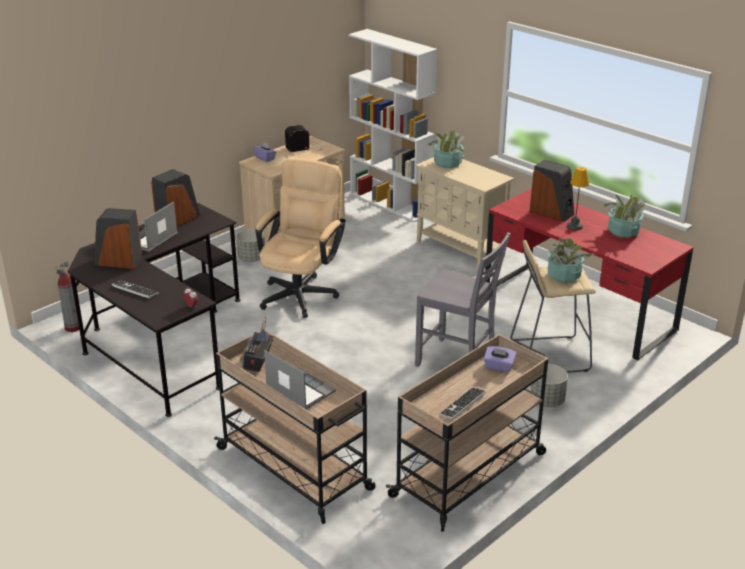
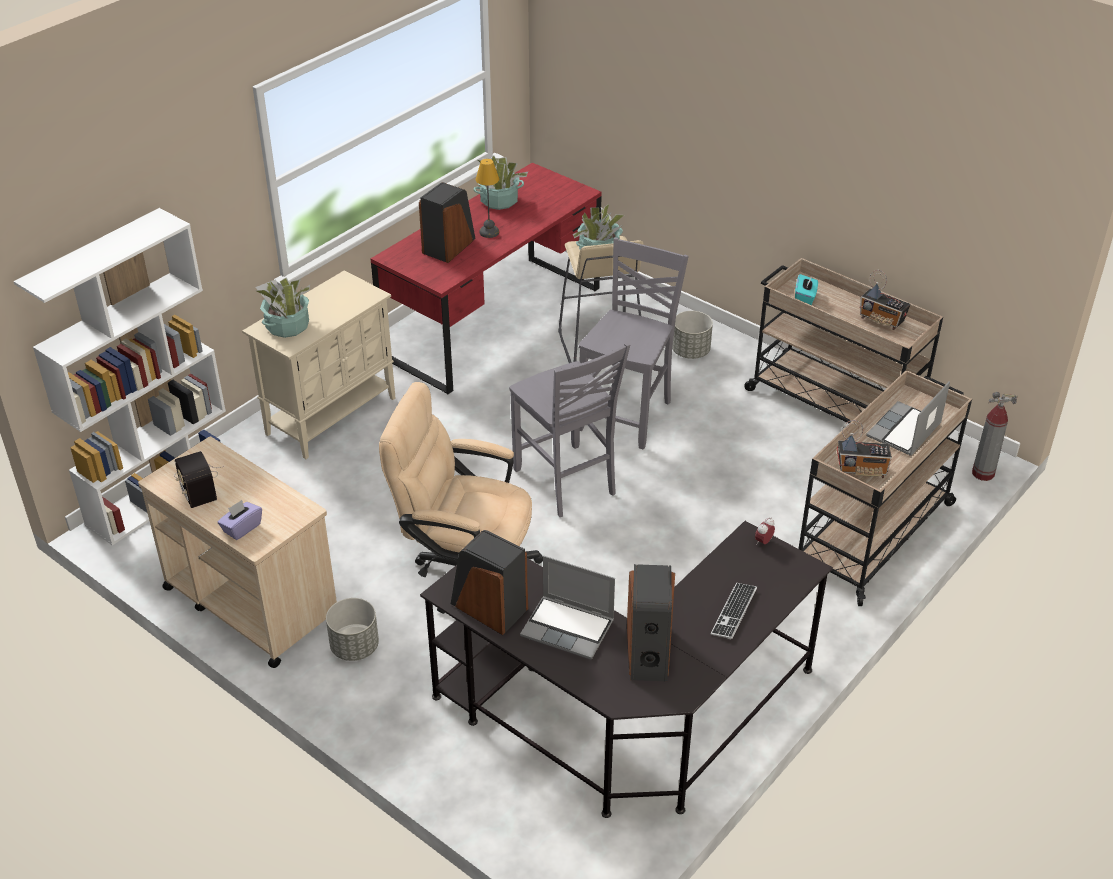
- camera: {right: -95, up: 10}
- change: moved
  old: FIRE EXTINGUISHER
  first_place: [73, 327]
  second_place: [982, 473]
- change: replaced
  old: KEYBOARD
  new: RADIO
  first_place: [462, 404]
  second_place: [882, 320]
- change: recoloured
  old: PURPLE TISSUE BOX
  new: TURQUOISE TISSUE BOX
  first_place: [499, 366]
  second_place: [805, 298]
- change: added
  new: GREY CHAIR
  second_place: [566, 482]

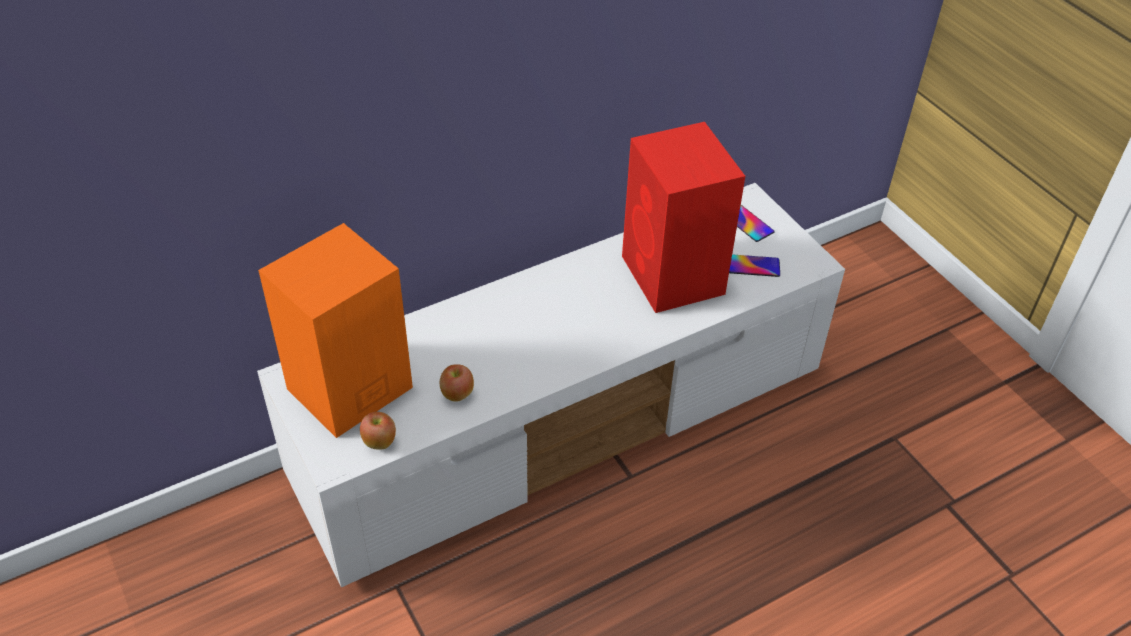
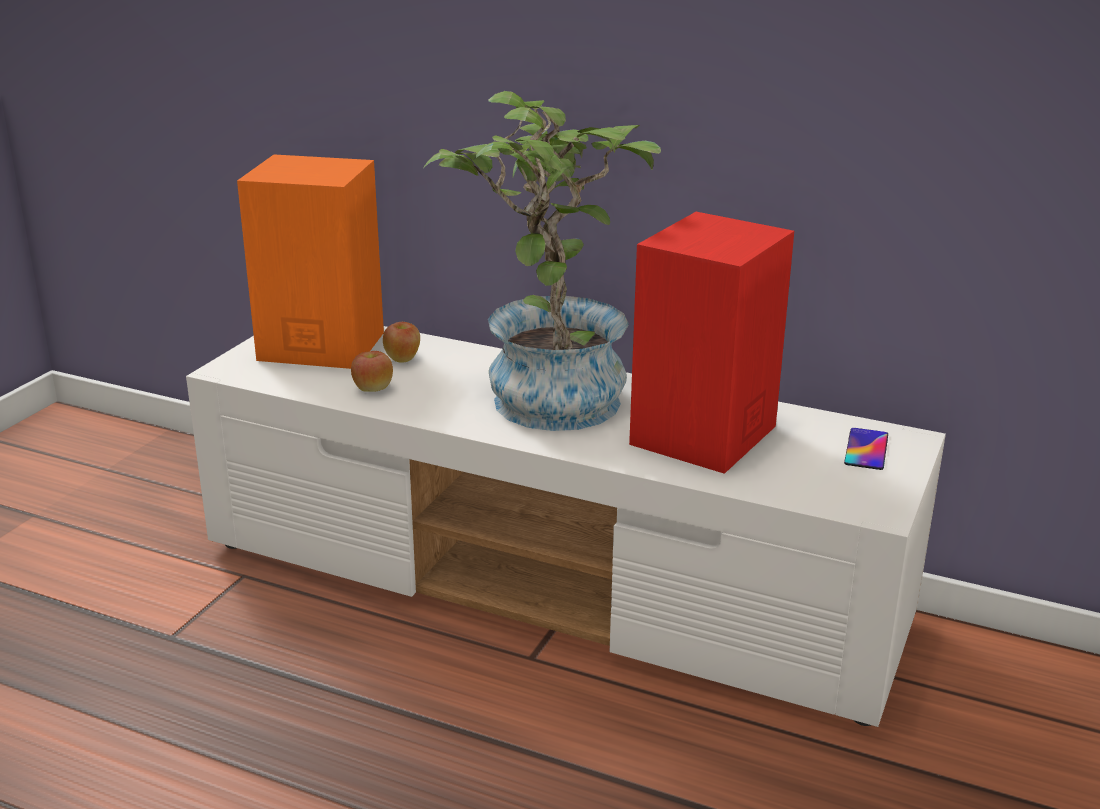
- camera: {right: 55, up: -20}
- change: moved
  old: APPLE
  first_place: [379, 441]
  second_place: [403, 359]
- change: removed
  old: PHONE
  first_place: [751, 266]
- change: added
  new: POTTED PLANT
  second_place: [547, 393]

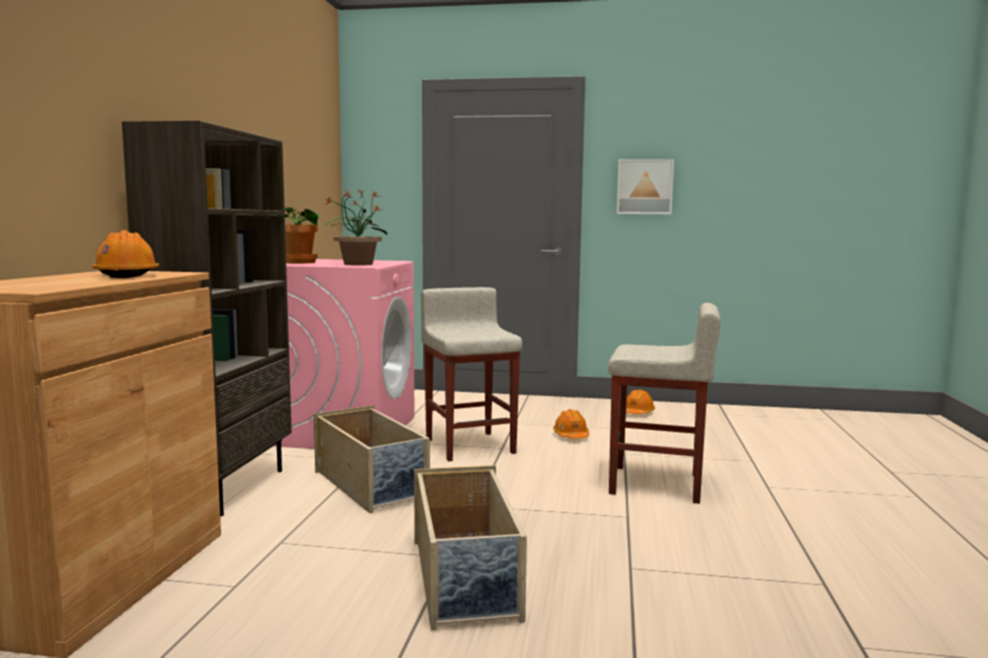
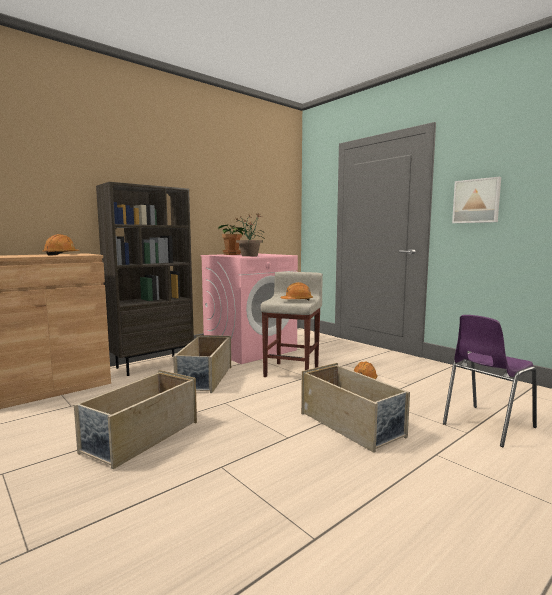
- camera: {right: 40, up: 0}
- change: replaced
  old: BEIGE STOOL
  new: BEIGE STORAGE BOX
  first_place: [657, 484]
  second_place: [352, 425]
- change: moved
  old: ORANGE HARD HAT
  first_place: [637, 413]
  second_place: [297, 300]
- change: added
  new: PURPLE CHAIR
  second_place: [486, 426]

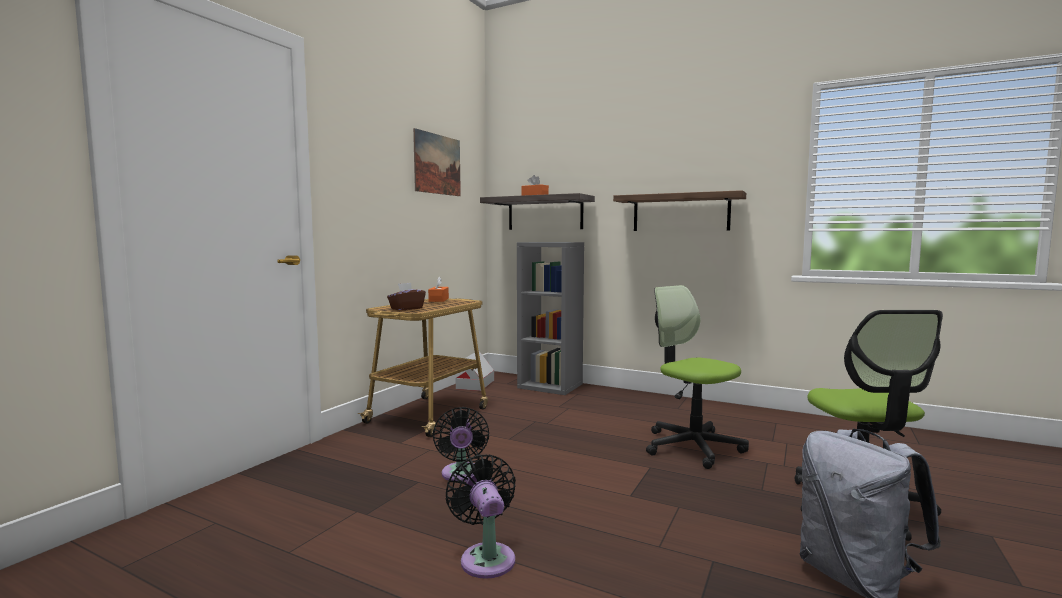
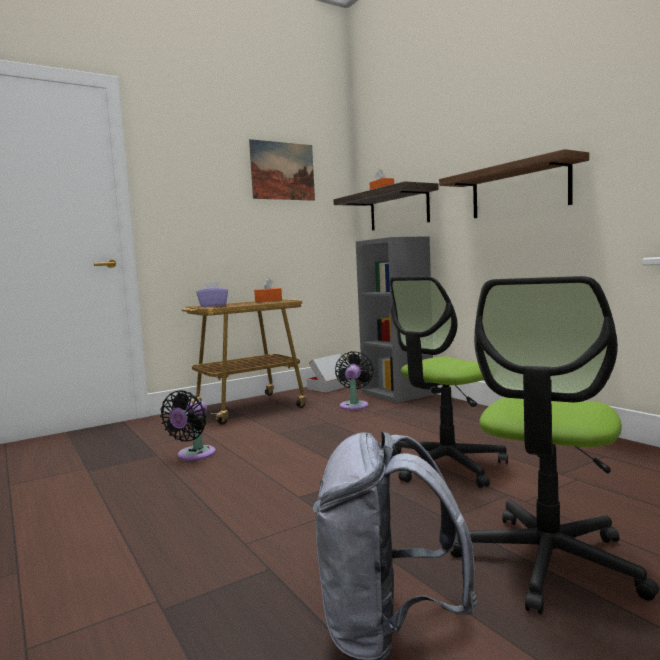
- camera: {right: 30, up: 0}
- change: recoloured
  old: BROWN TISSUE BOX
  new: PURPLE TISSUE BOX
  first_place: [406, 308]
  second_place: [213, 306]
- change: moved
  old: BLACK FAN
  first_place: [486, 557]
  second_place: [354, 405]
- change: turned
  old: OFFICE CHAIR
  first_place: [692, 447]
  second_place: [445, 465]
  degrees: -120

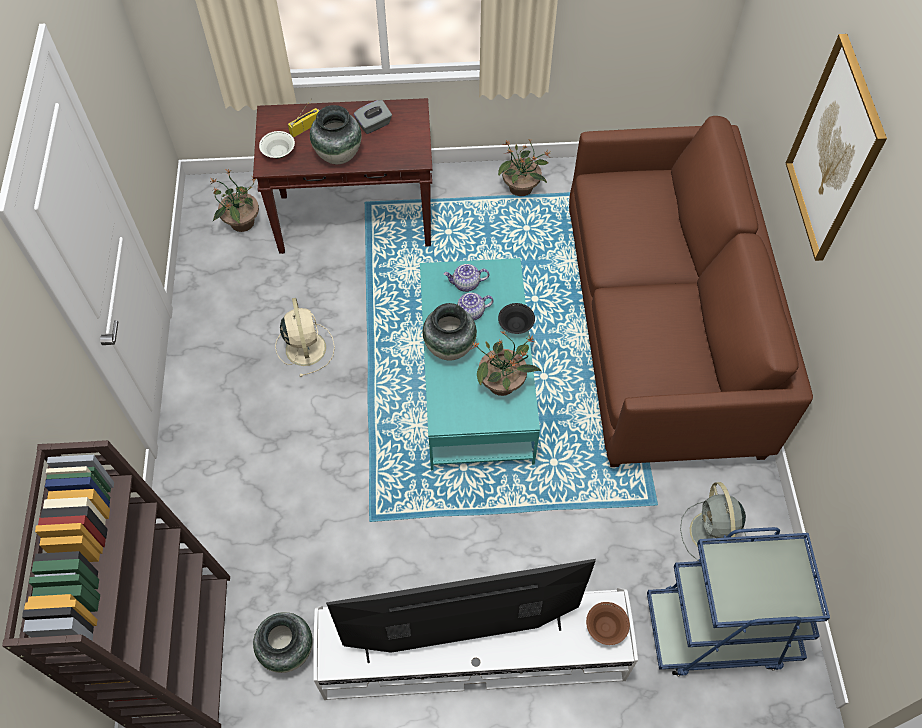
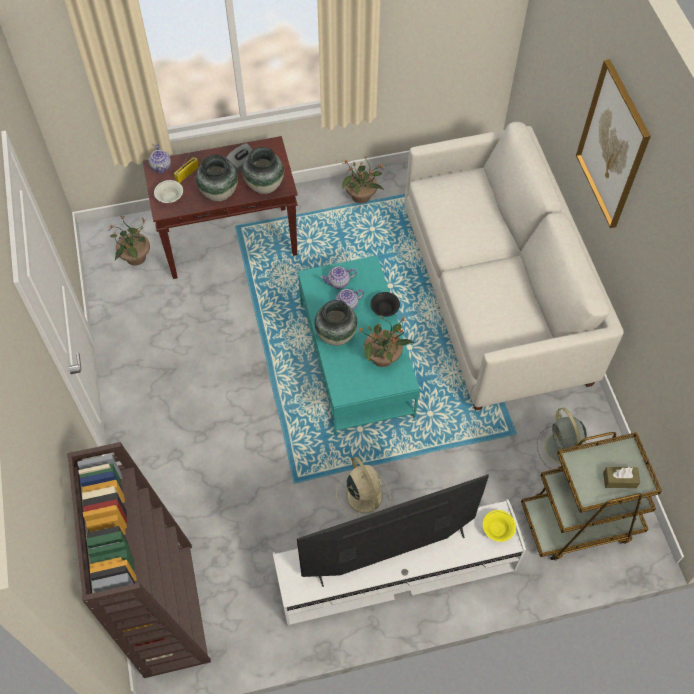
- camera: {right: -10, up: 0}
- change: moved
  old: VASE
  first_place: [287, 650]
  second_place: [264, 186]
- change: moved
  old: BEIGE FAN
  first_place: [305, 347]
  second_place: [363, 494]
- change: recoloured
  old: BROWN SOFA
  new: WHITE SOFA
  first_place: [661, 331]
  second_place: [495, 297]
- change: recoloured
  old: BROWN BOWL
  new: YELLOW BOWL
  first_place: [605, 627]
  second_place: [497, 530]
- change: recoloured
  old: BLUE CART
  new: BROWN CART
  first_place: [719, 630]
  second_place: [580, 521]
- change: added
  new: TEAPOT
  second_place: [161, 167]
- change: added
  new: BROWN TISSUE BOX
  second_place: [619, 480]

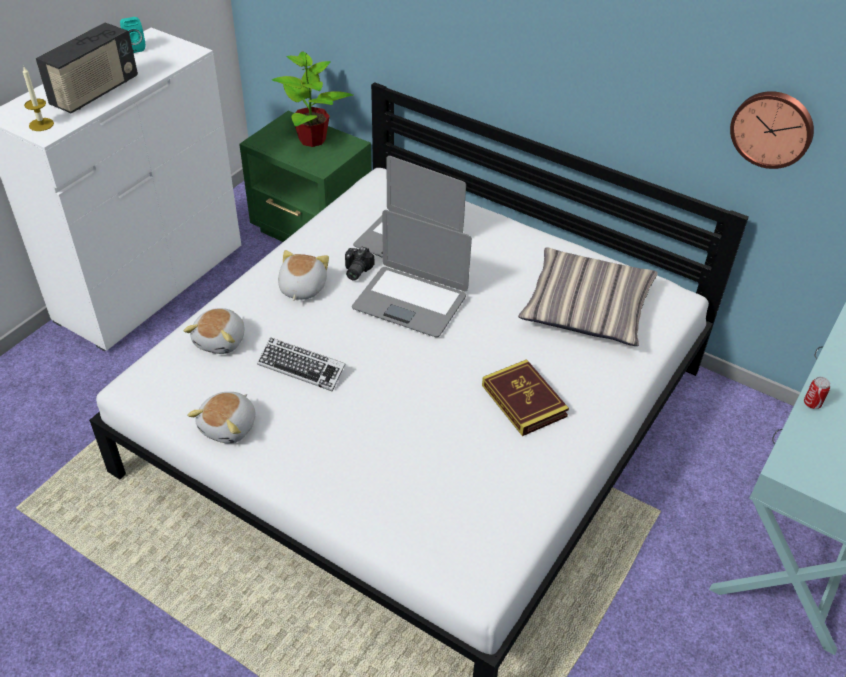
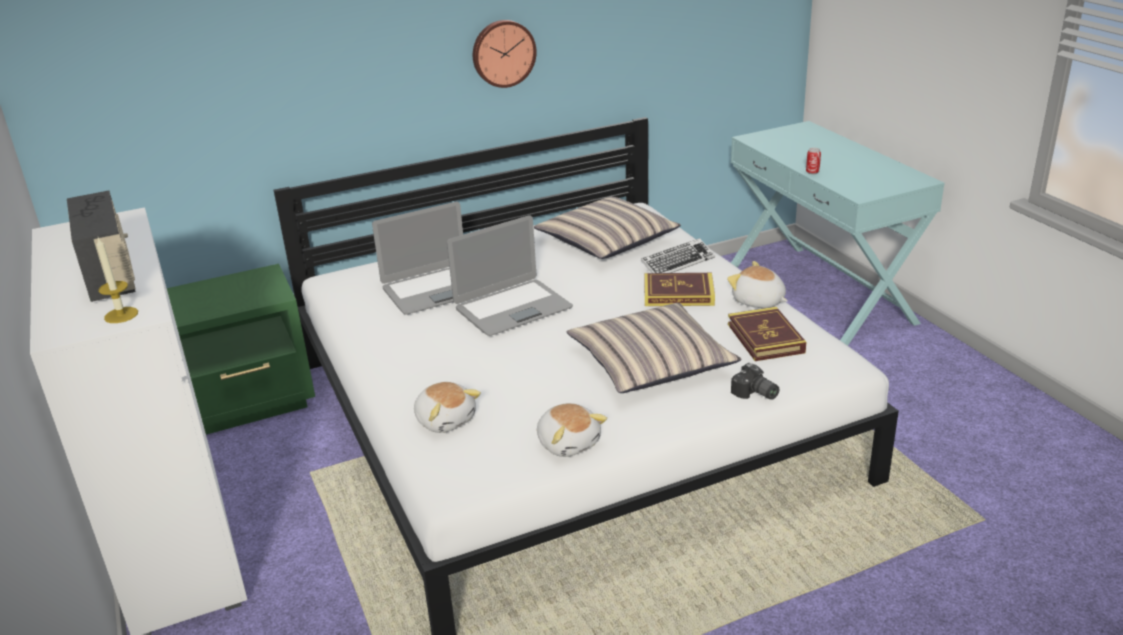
- camera: {right: -55, up: -15}
- change: removed
  old: TURQUOISE SPEAKER
  first_place: [134, 47]
- change: moved
  old: KEYBOARD
  first_place: [301, 368]
  second_place: [677, 263]
- change: removed
  old: POTTED PLANT
  first_place: [313, 140]
- change: moved
  old: PLUSH TOY
  first_place: [301, 288]
  second_place: [758, 301]
- change: moved
  old: PHOTO CAMERA
  first_place: [355, 271]
  second_place: [755, 394]
- change: moved
  old: WALL CLOCK
  first_place: [772, 128]
  second_place: [503, 53]
- change: added
  new: PILLOW
  second_place: [651, 362]
- change: added
  new: BOOK
  second_place: [765, 338]

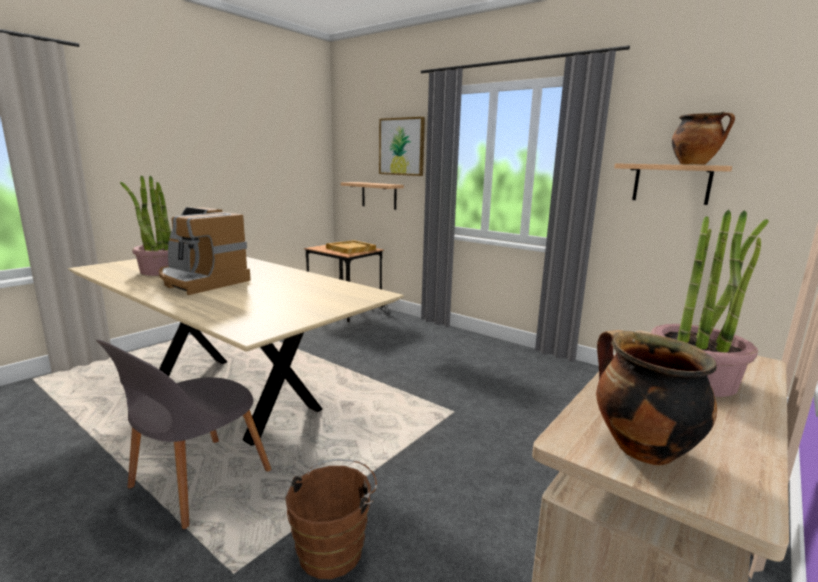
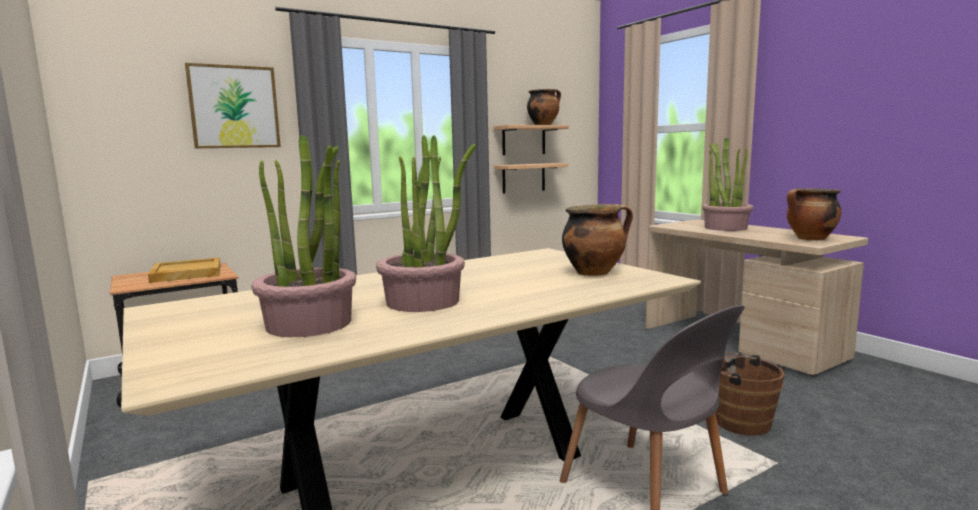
- camera: {right: -70, up: -5}
- change: replaced
  old: COFFEE MACHINE
  new: POTTED PLANT
  first_place: [200, 281]
  second_place: [423, 301]
- change: moved
  old: SHELF
  first_place: [379, 195]
  second_place: [523, 178]
- change: added
  new: COOKING POT
  second_place: [594, 272]

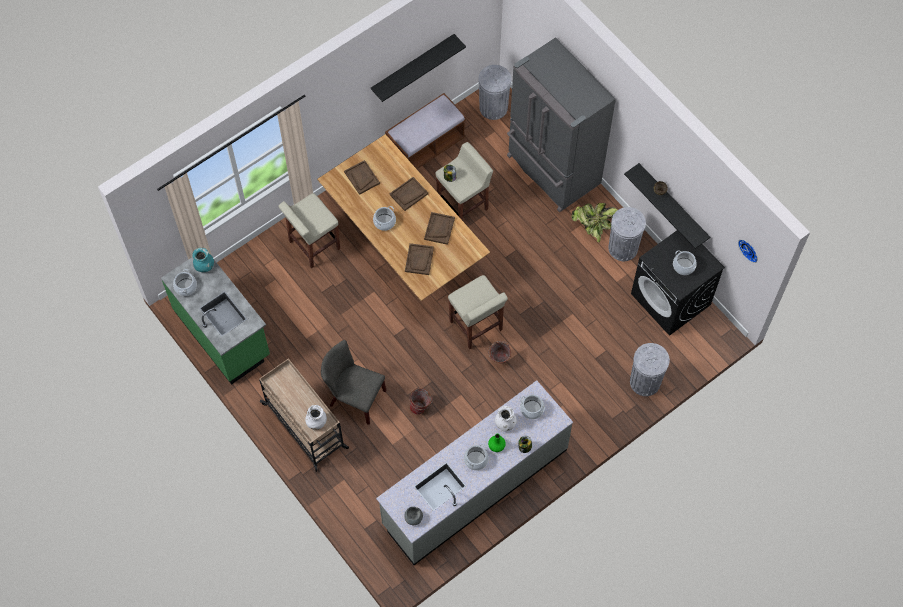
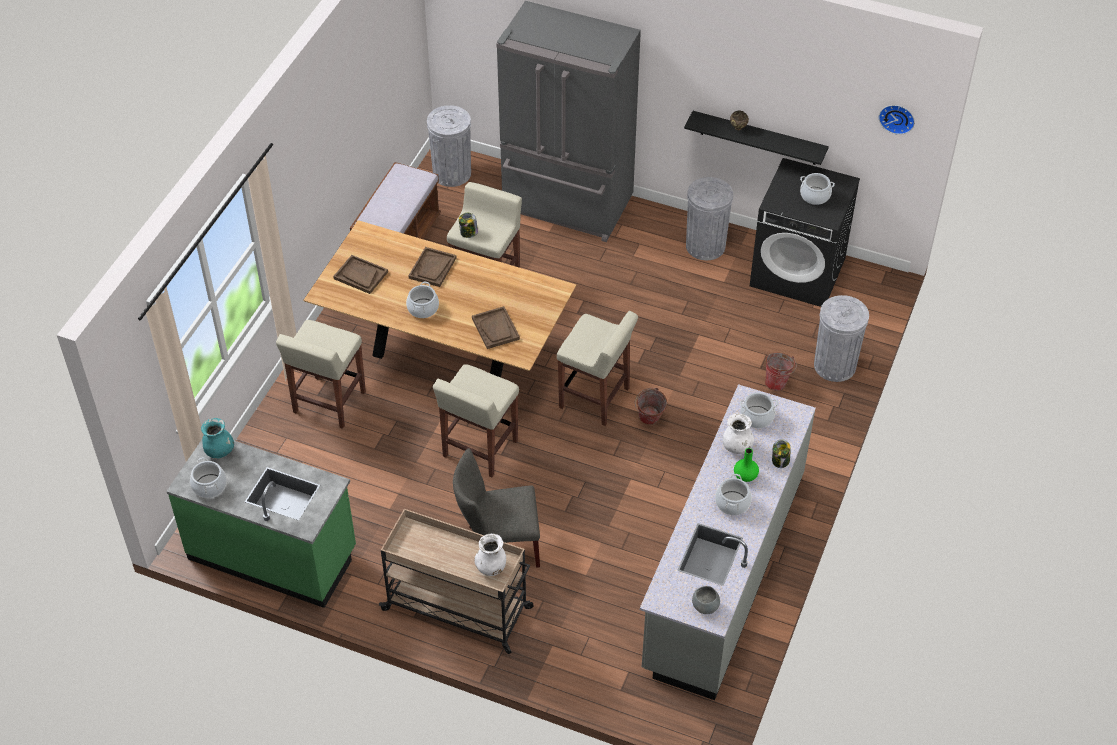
- camera: {right: -30, up: -15}
- change: removed
  old: BLACK SHELF
  first_place: [412, 66]
- change: moved
  old: BUCKET
  first_place: [421, 407]
  second_place: [778, 382]
- change: removed
  old: BROWN TRAY
  first_place: [439, 228]
- change: removed
  old: POTTED PLANT
  first_place: [593, 227]
- change: added
  new: BEIGE STOOL
  second_place: [479, 449]

